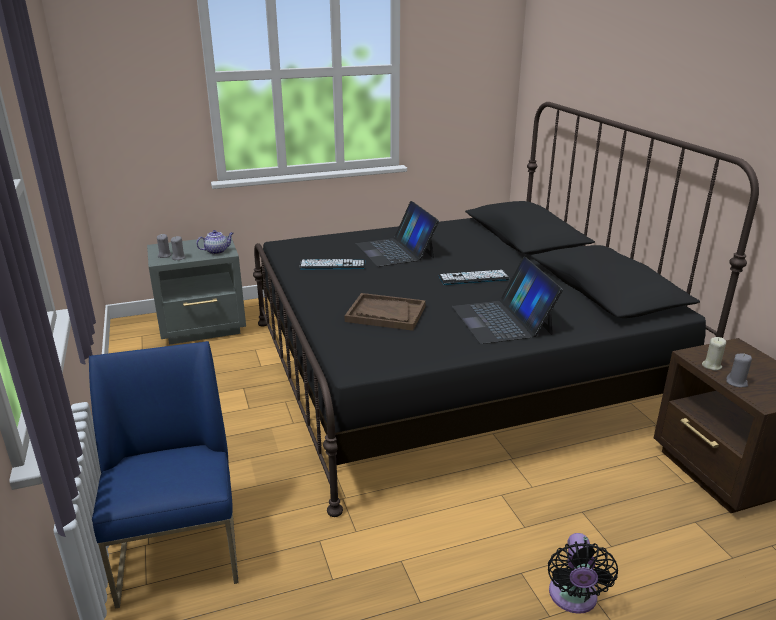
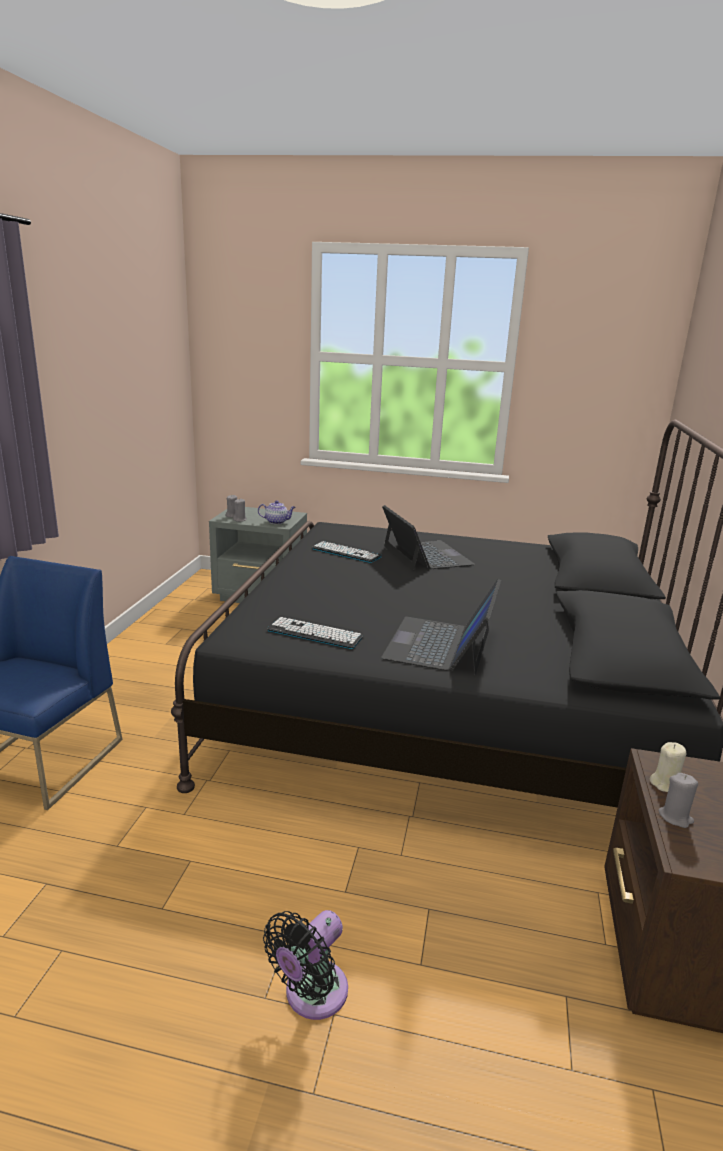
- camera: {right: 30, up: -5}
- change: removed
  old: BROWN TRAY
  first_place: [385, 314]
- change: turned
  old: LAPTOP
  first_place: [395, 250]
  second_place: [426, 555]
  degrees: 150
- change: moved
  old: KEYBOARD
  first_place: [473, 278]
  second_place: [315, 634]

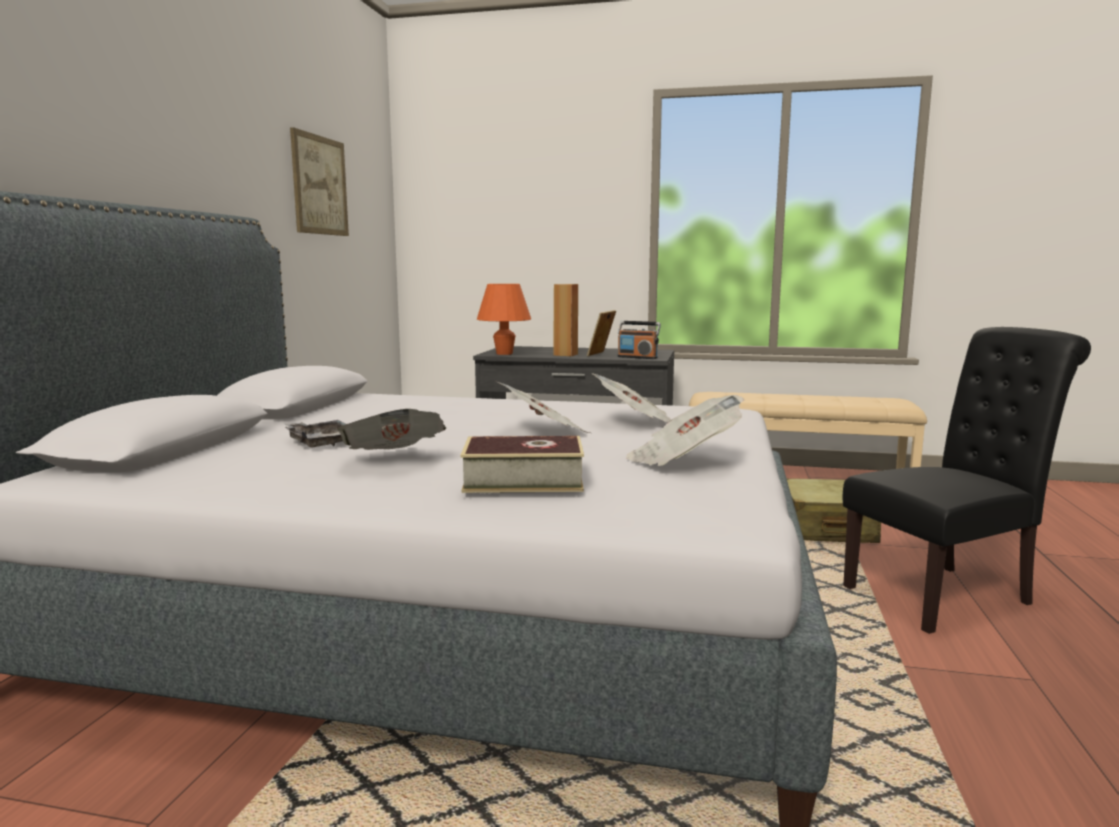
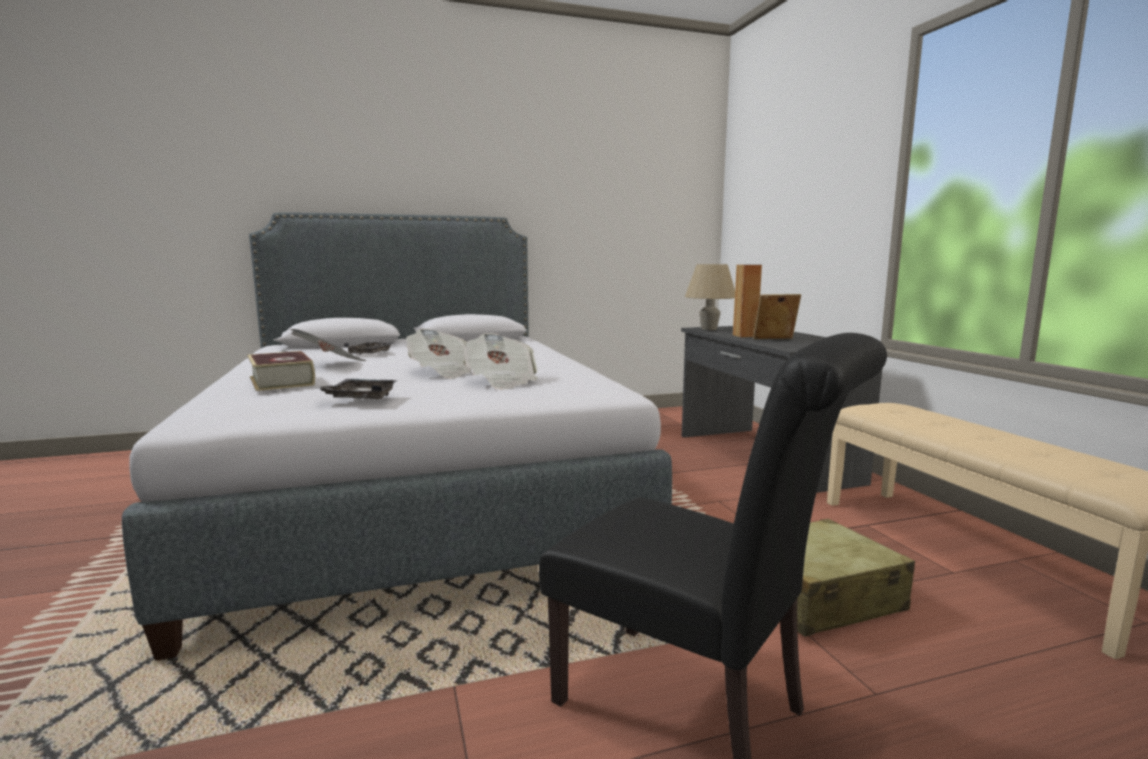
- camera: {right: 60, up: 0}
- change: removed
  old: PICTURE
  first_place: [319, 185]
- change: recoloured
  old: ORANGE TABLE LAMP
  new: BEIGE TABLE LAMP
  first_place: [504, 353]
  second_place: [709, 329]
- change: removed
  old: RADIO
  first_place: [637, 357]
- change: replaced
  old: NEWSPAPER
  new: GREY TRAY
  first_place: [683, 460]
  second_place: [360, 398]

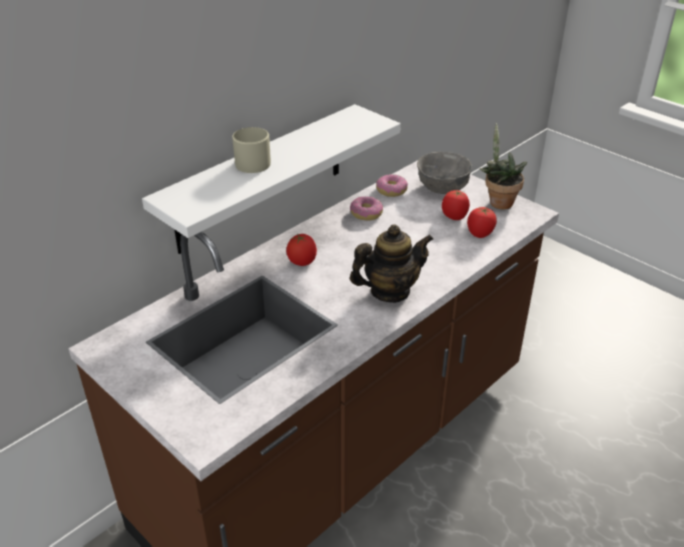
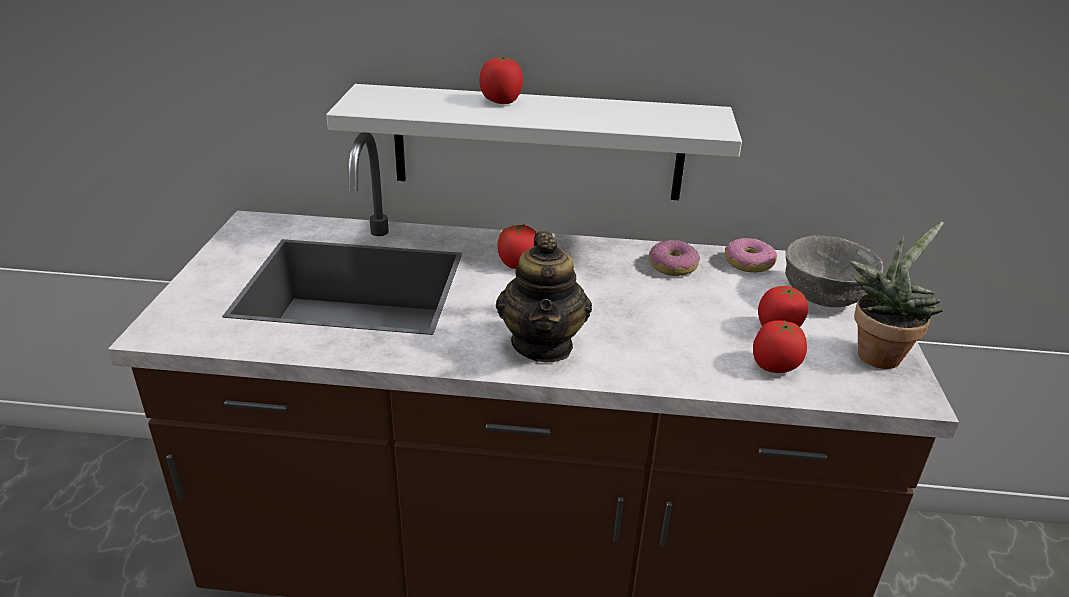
- camera: {right: 50, up: -5}
- change: replaced
  old: BEIGE MUG
  new: TOMATO
  first_place: [254, 161]
  second_place: [501, 101]
- change: turned
  old: TEAPOT
  first_place: [390, 291]
  second_place: [543, 344]
  degrees: 60

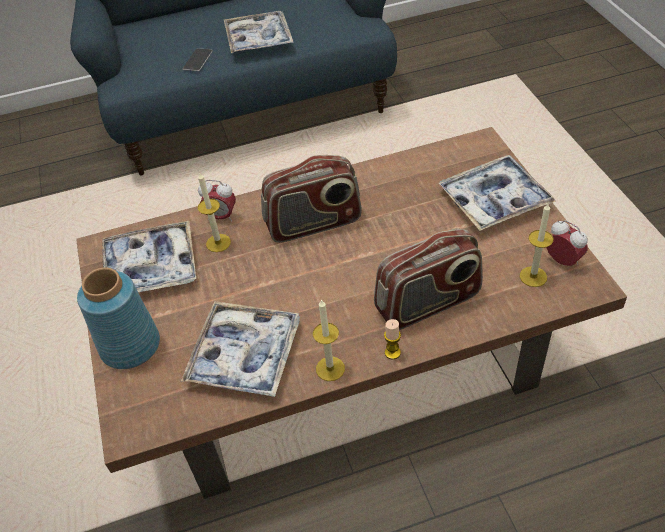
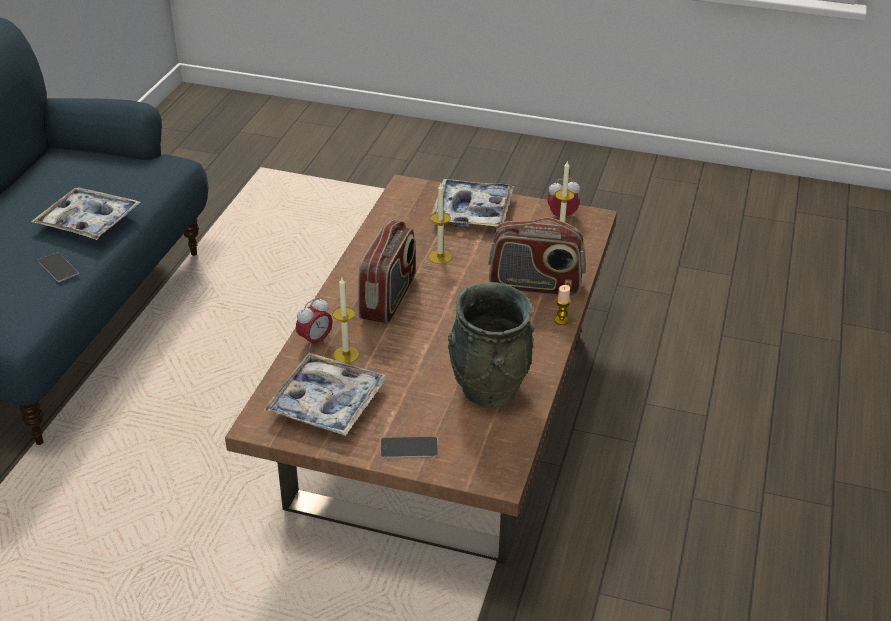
- camera: {right: -60, up: -10}
- change: replaced
  old: BLUE VASE
  new: PHONE
  first_place: [130, 347]
  second_place: [409, 448]
- change: replaced
  old: TRAY
  new: GREY VASE
  first_place: [245, 355]
  second_place: [488, 389]
- change: moved
  old: CANDLE
  first_place: [330, 368]
  second_place: [440, 257]
- change: turned
  old: RADIO
  first_place: [428, 303]
  second_place: [535, 285]
  degrees: 90

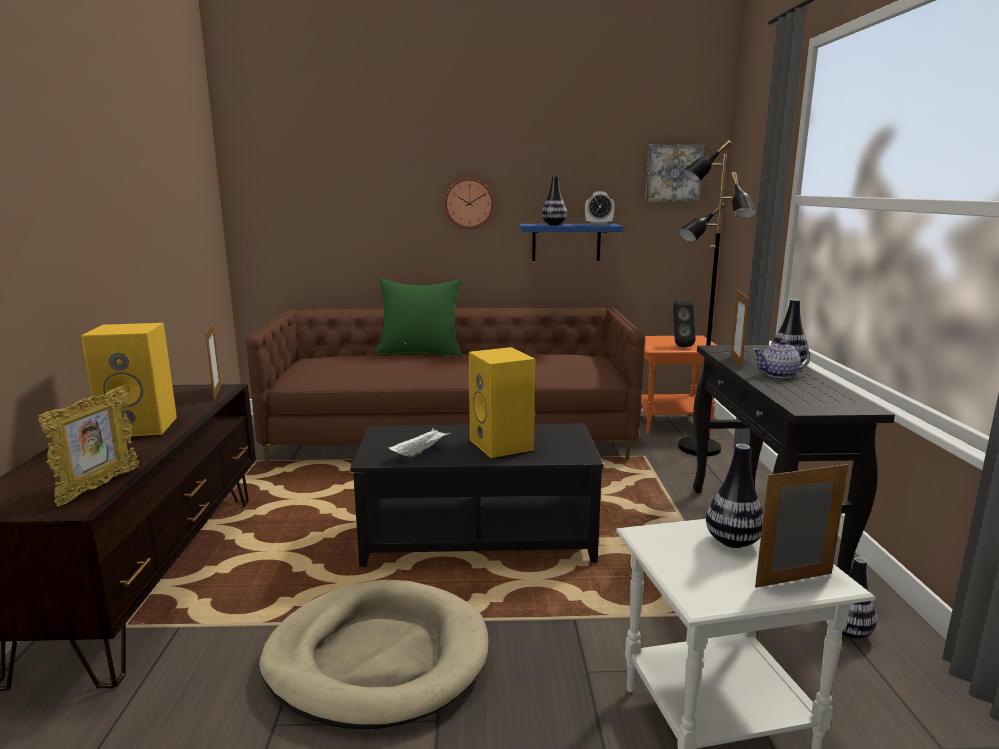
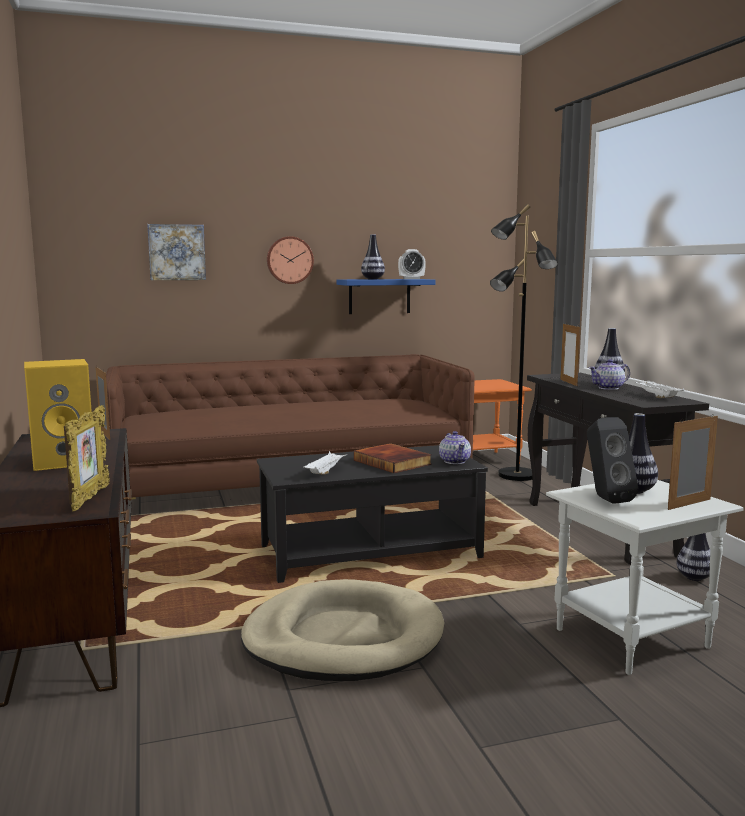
- camera: {right: -15, up: -5}
- change: removed
  old: GREEN PILLOW
  first_place: [420, 352]
- change: replaced
  old: YELLOW SPEAKER
  new: BOOK
  first_place: [503, 445]
  second_place: [393, 462]
- change: moved
  old: PICTURE
  first_place: [673, 173]
  second_place: [176, 252]
- change: moved
  old: BLACK SPEAKER
  first_place: [679, 345]
  second_place: [605, 499]
- change: added
  new: TEAPOT
  second_place: [454, 461]
- change: added
  new: WHITE TRAY
  second_place: [656, 396]

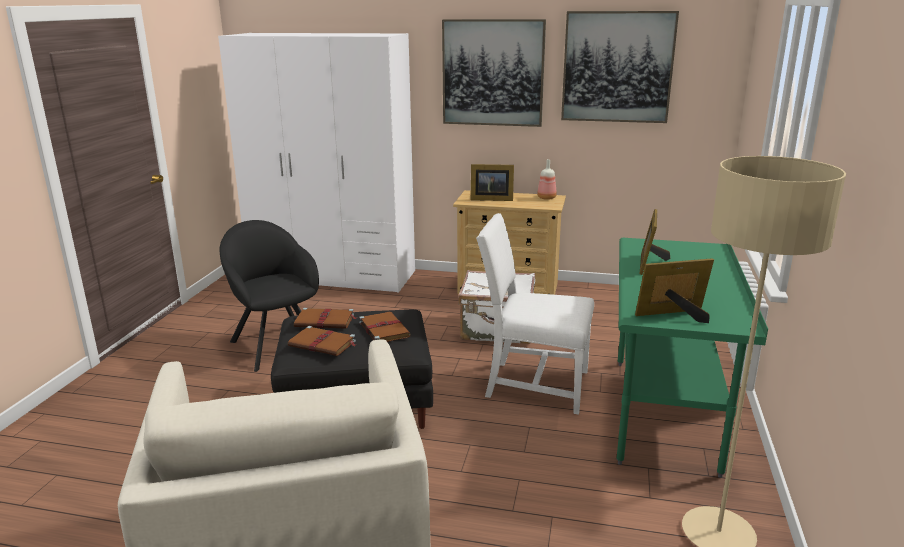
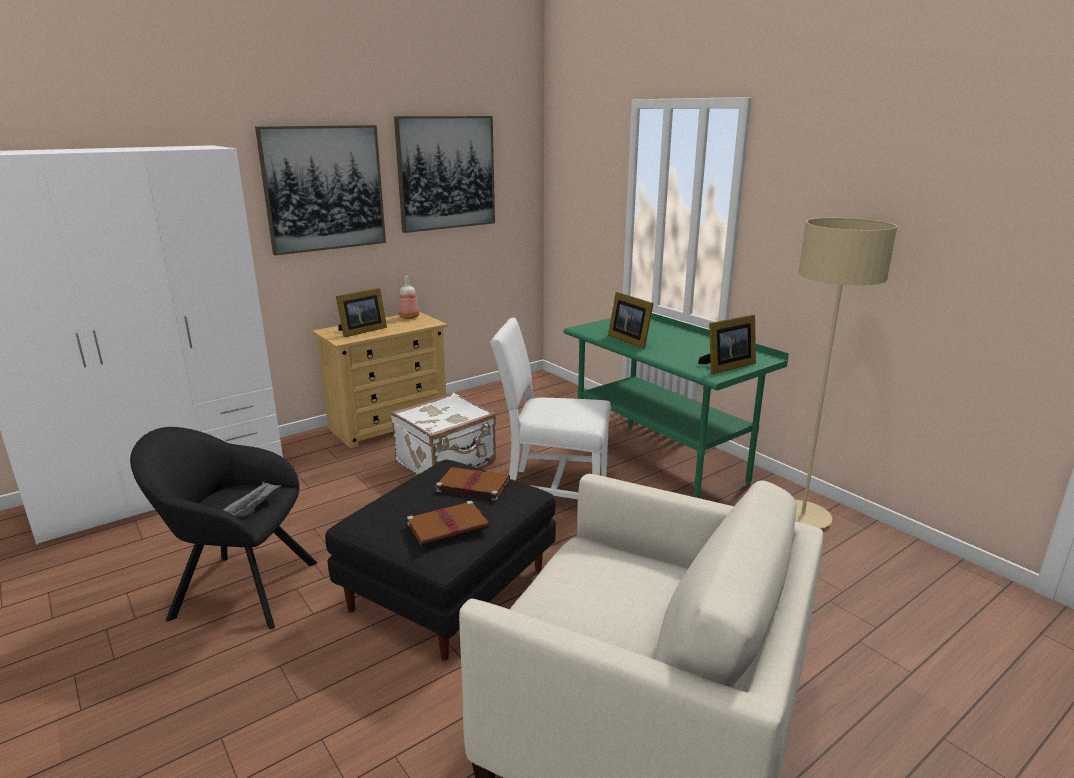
- camera: {right: -50, up: 0}
- change: removed
  old: BROWN BOOK
  first_place: [325, 321]
- change: turned
  old: WHITE CHAIR
  first_place: [533, 385]
  second_place: [553, 490]
  degrees: 45
- change: turned
  old: PICTURE FRAME
  first_place: [674, 316]
  second_place: [726, 366]
  degrees: -150
- change: added
  new: GREY TRAY
  second_place: [253, 508]

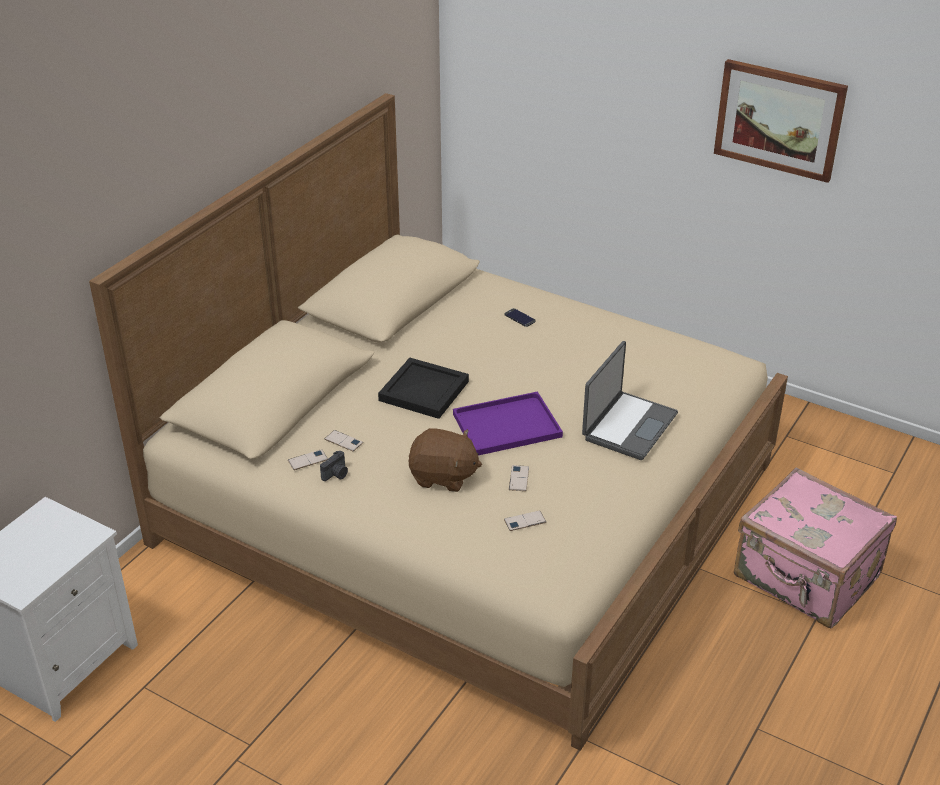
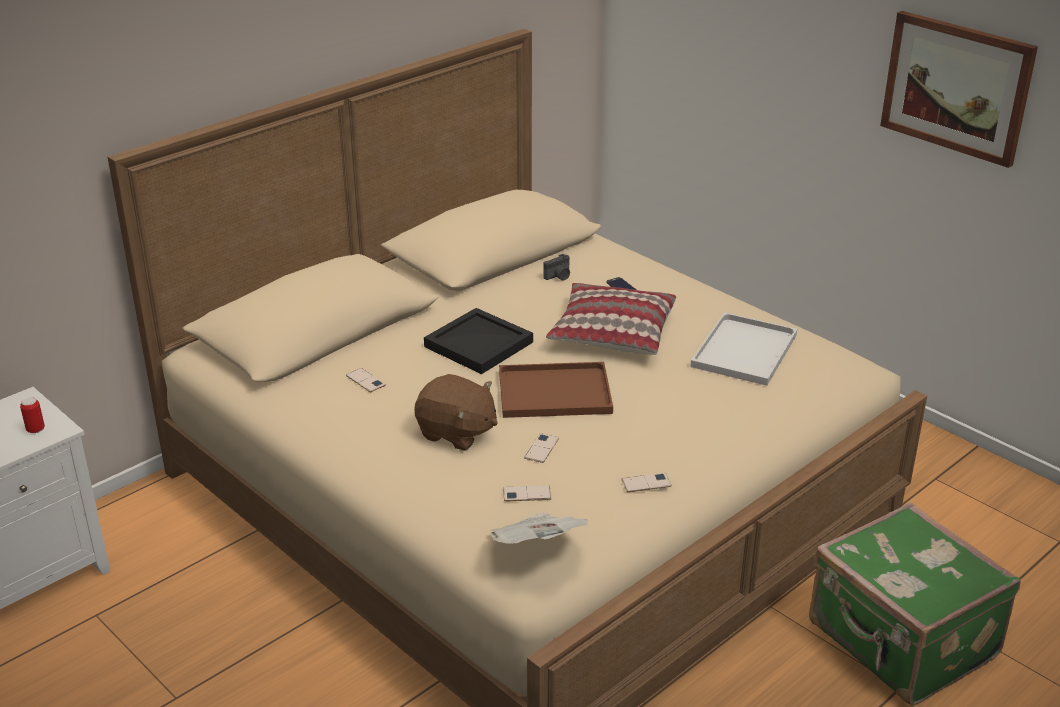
- camera: {right: 15, up: -5}
- change: moved
  old: PHONE
  first_place: [307, 460]
  second_place: [646, 483]
- change: moved
  old: PHOTO CAMERA
  first_place: [336, 474]
  second_place: [558, 276]
- change: recoloured
  old: PURPLE TRAY
  new: BROWN TRAY
  first_place: [508, 424]
  second_place: [557, 391]
- change: removed
  old: LAPTOP
  first_place: [628, 426]
- change: recoloured
  old: PINK SUITCASE
  new: GREEN SUITCASE
  first_place: [805, 578]
  second_place: [900, 642]
- change: added
  new: CAN
  second_place: [35, 429]
- change: added
  new: NEWSPAPER
  second_place: [538, 548]
- change: added
  new: PILLOW
  second_place: [612, 333]
- change: added
  new: WHITE TRAY
  second_place: [744, 349]

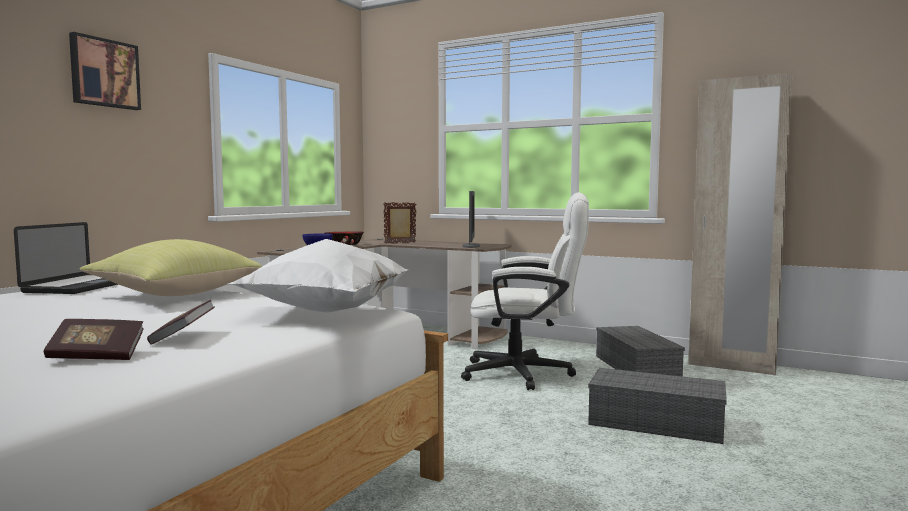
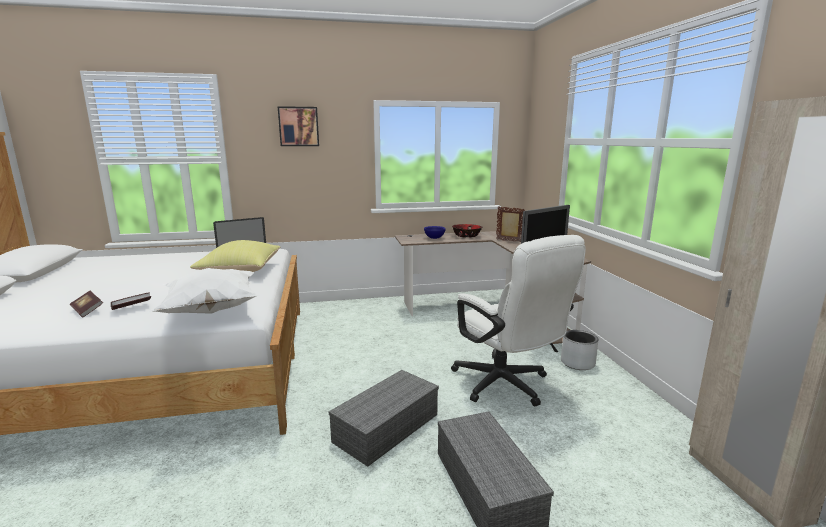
- camera: {right: 50, up: 10}
- change: moved
  old: GREY STORAGE BOX
  first_place: [634, 367]
  second_place: [387, 426]
- change: added
  new: GREY PLANTER
  second_place: [578, 363]

